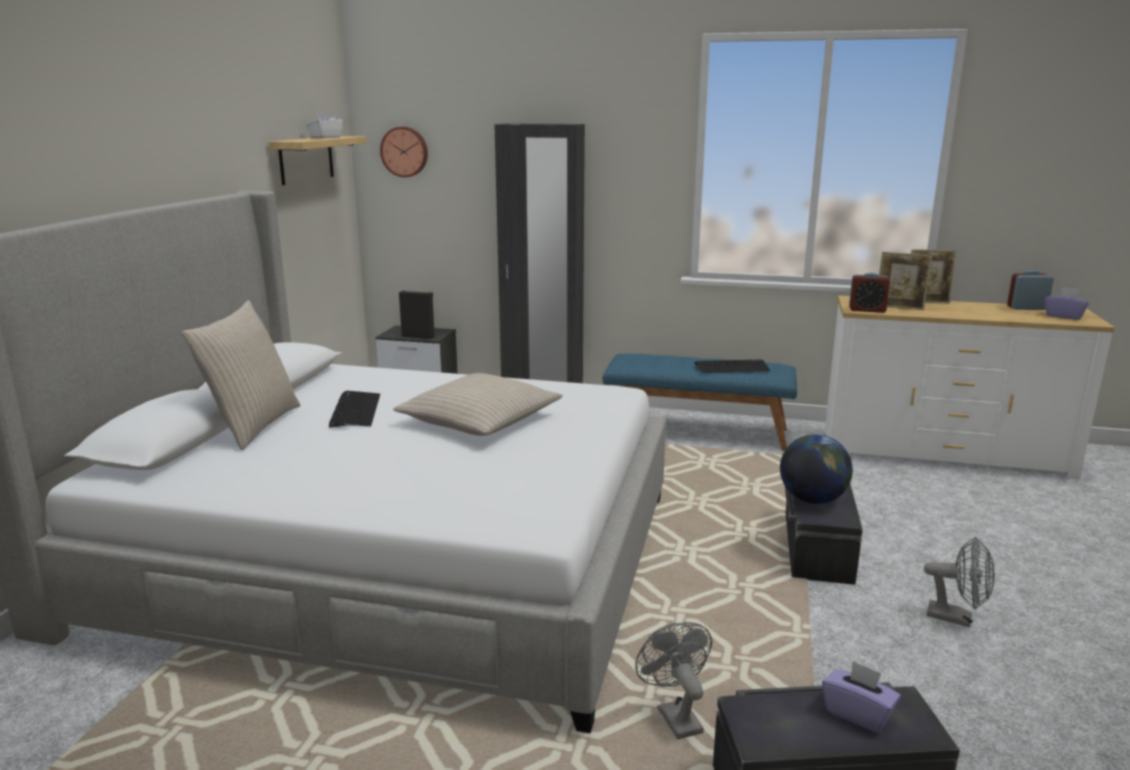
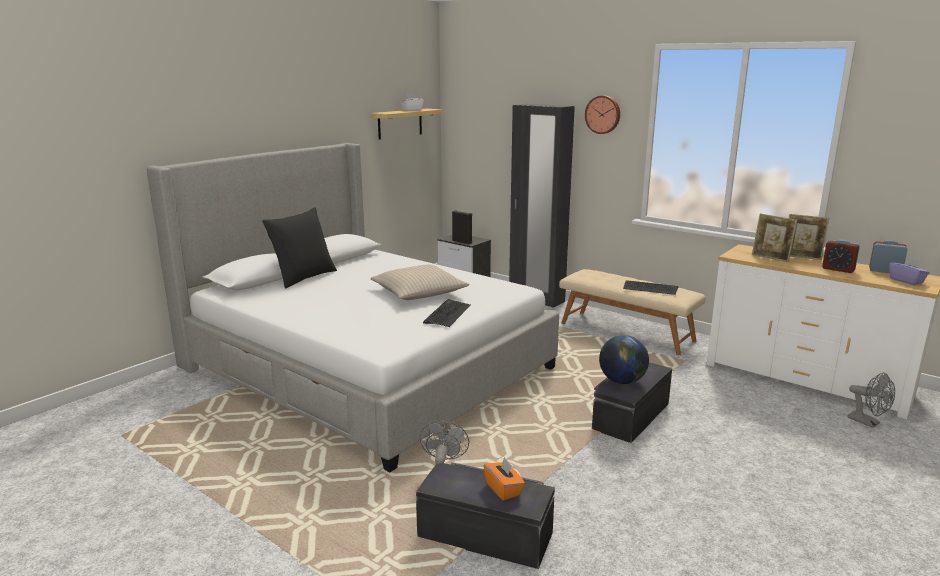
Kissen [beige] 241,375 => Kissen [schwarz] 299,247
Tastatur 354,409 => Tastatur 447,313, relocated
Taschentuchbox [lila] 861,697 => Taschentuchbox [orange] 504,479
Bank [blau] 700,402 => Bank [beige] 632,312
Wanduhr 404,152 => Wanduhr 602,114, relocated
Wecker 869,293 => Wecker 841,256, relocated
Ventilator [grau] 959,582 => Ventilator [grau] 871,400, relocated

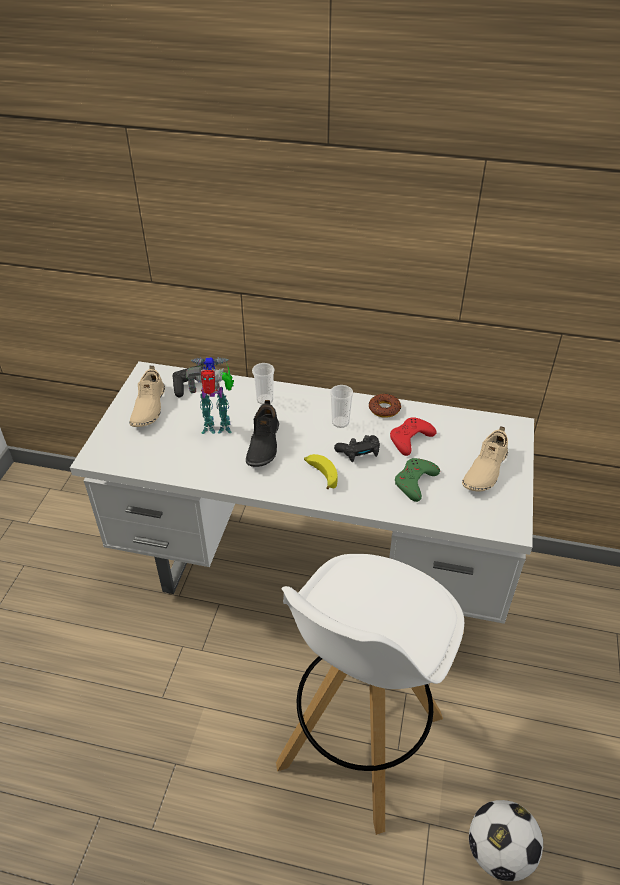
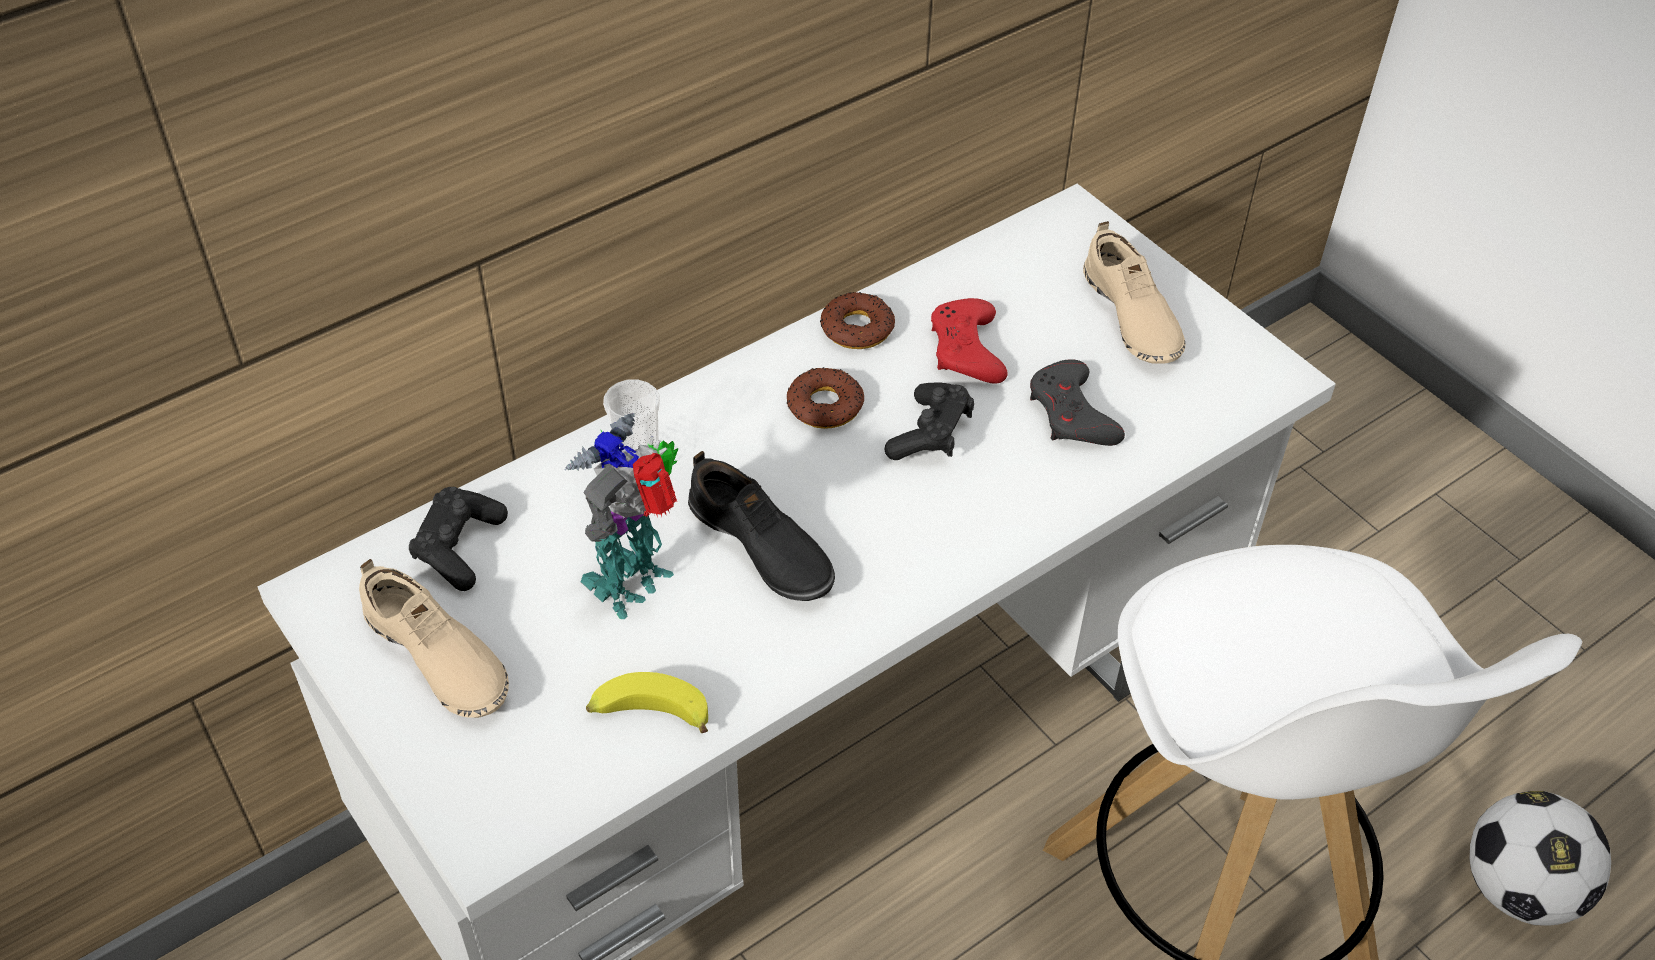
Banane 321,471 => Banane 647,702, relocated
Tasse 341,406 => Donut 825,398
Gamepad [grün] 417,480 => Gamepad [grau] 1077,402

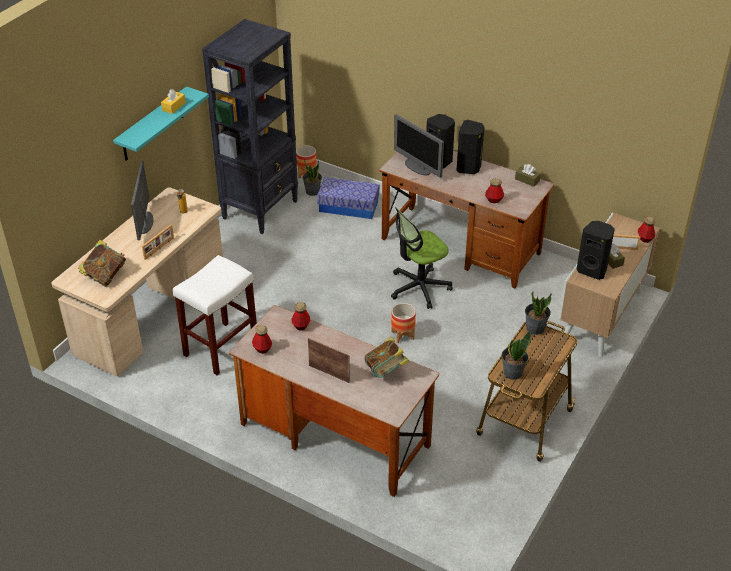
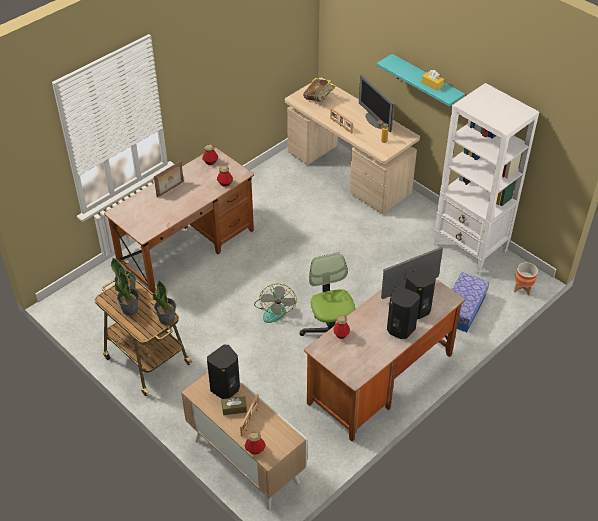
Topfpflanze 312,178 => Topfpflanze 127,293, relocated
Pflanzkübel 403,323 => Ventilator 275,303
Monitor 142,201 => Monitor 376,103, 135 degrees counterclockwise
Bücherregal [schwarz] 250,126 => Bücherregal [weiß] 486,179
Hocker [weiß] 215,315 => nothing
Buch 387,357 => nothing
Taschentuchbox [braun] 528,175 => nothing

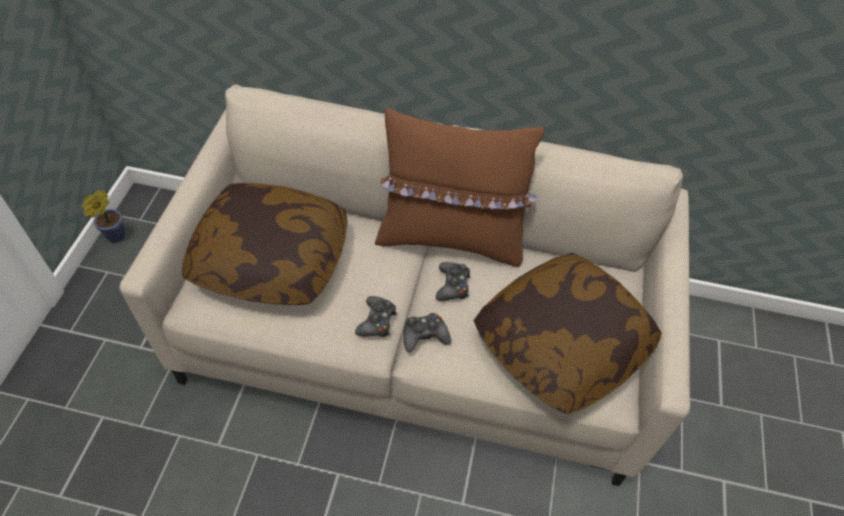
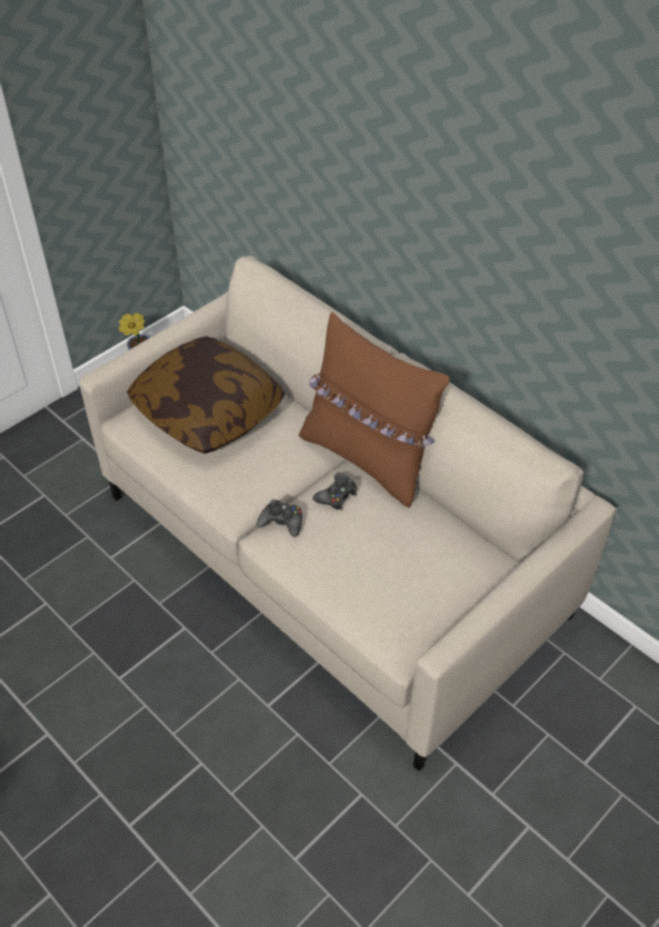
Gamepad [schwarz] 376,316 => nothing
Kissen 567,333 => nothing

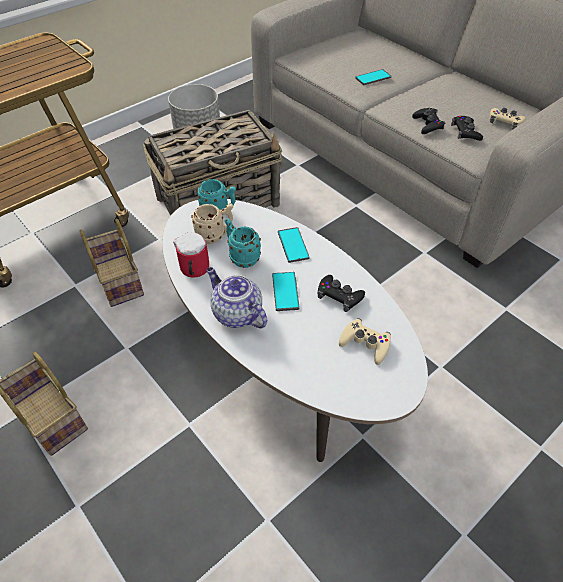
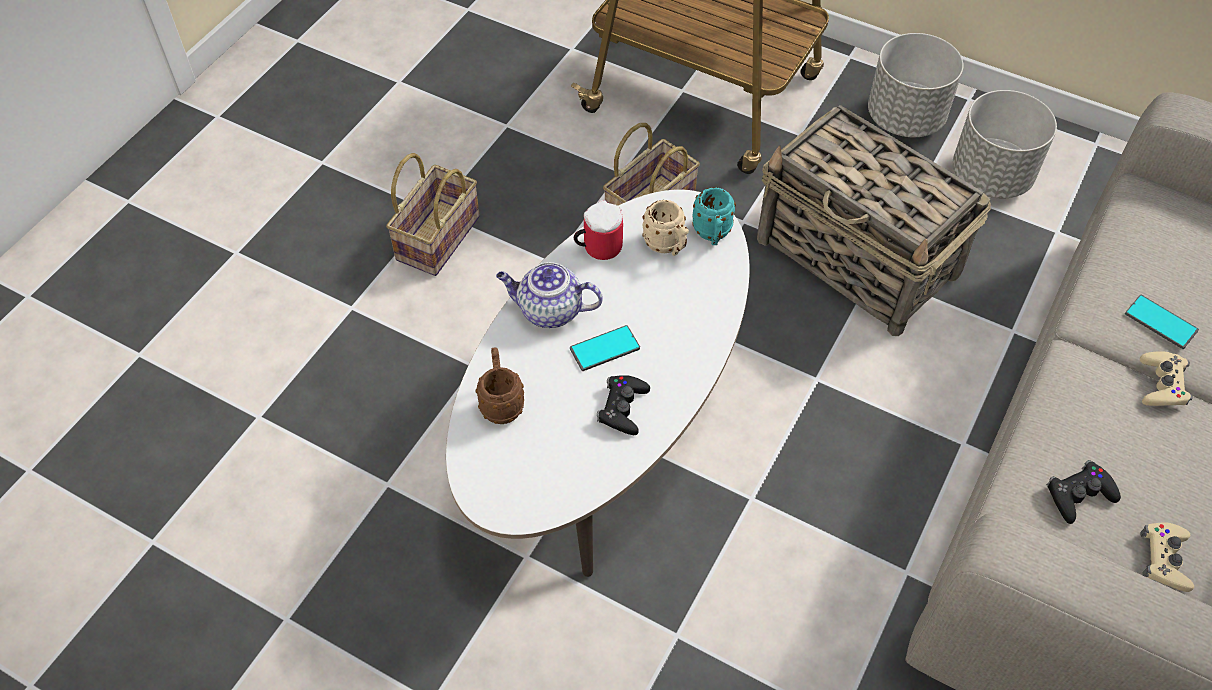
nothing => Henkelbecher [braun] 500,386
Teekanne 236,297 => Teekanne 549,295, 105 degrees counterclockwise
nothing => Pflanzkübel [grau] 916,85
Gamepad [beige] 365,341 => Gamepad [beige] 1166,378, relocated
Henkelbecher [türkis] 243,243 => nothing
Handy 294,245 => nothing
Gamepad [schwarz] 428,121 => nothing

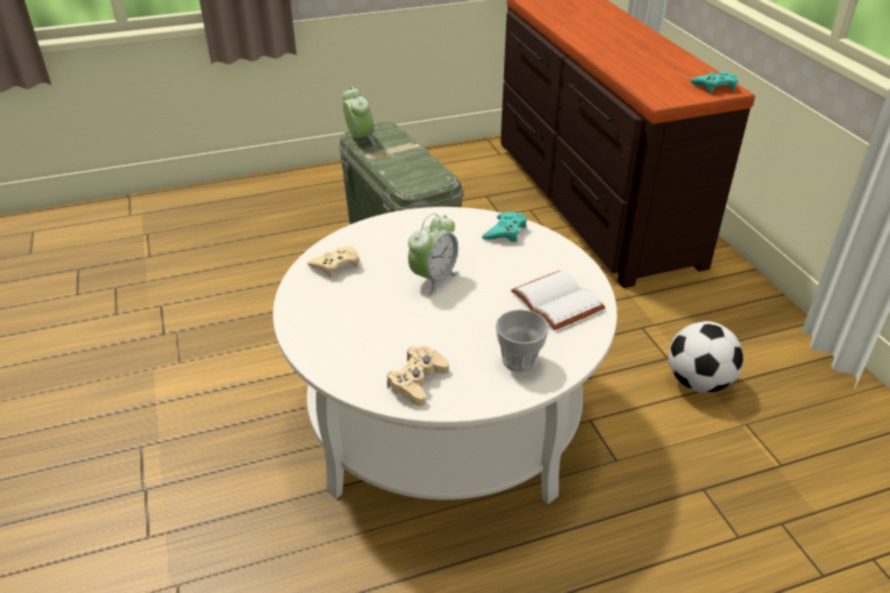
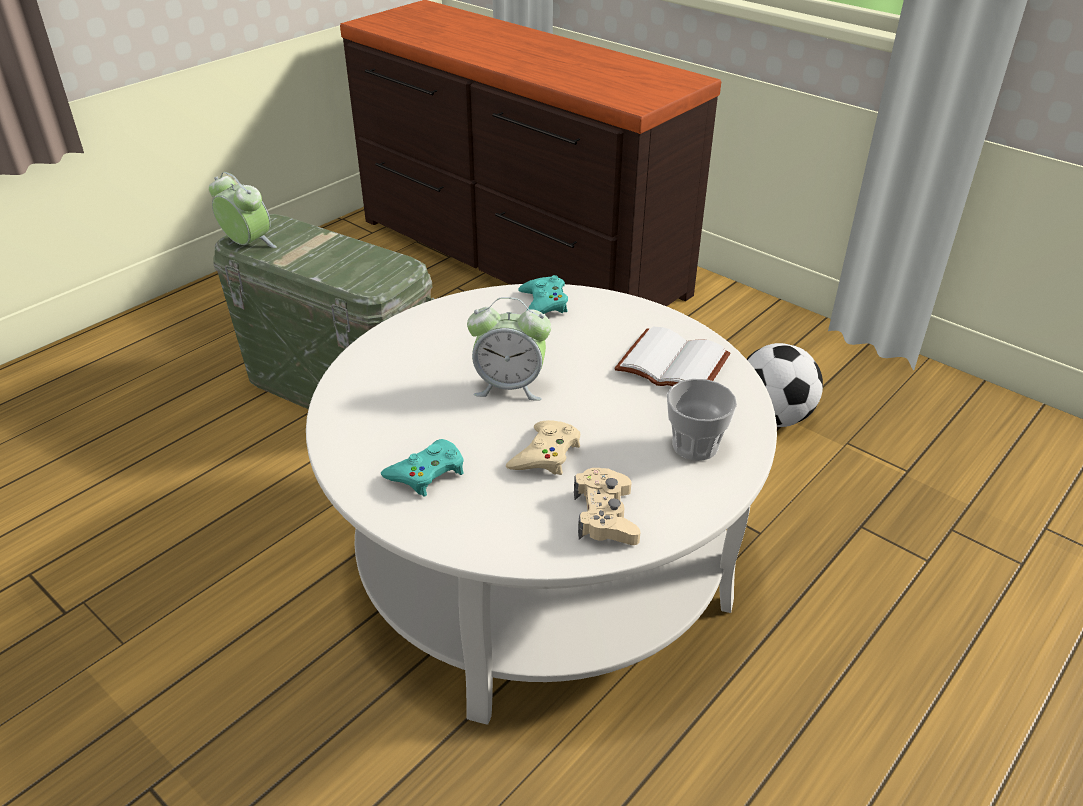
Gamepad [türkis] 714,82 => Gamepad [türkis] 422,468, relocated
Wecker 433,254 => Wecker 509,349, 90 degrees clockwise
Gamepad [beige] 333,262 => Gamepad [beige] 543,447, relocated

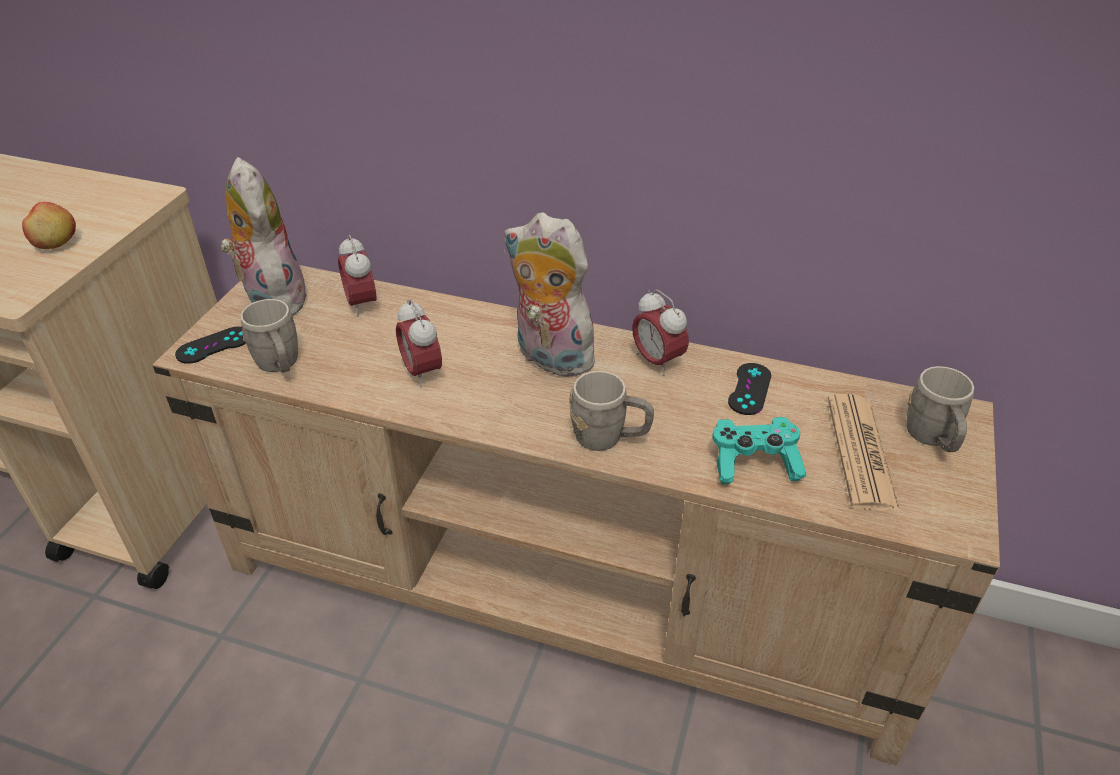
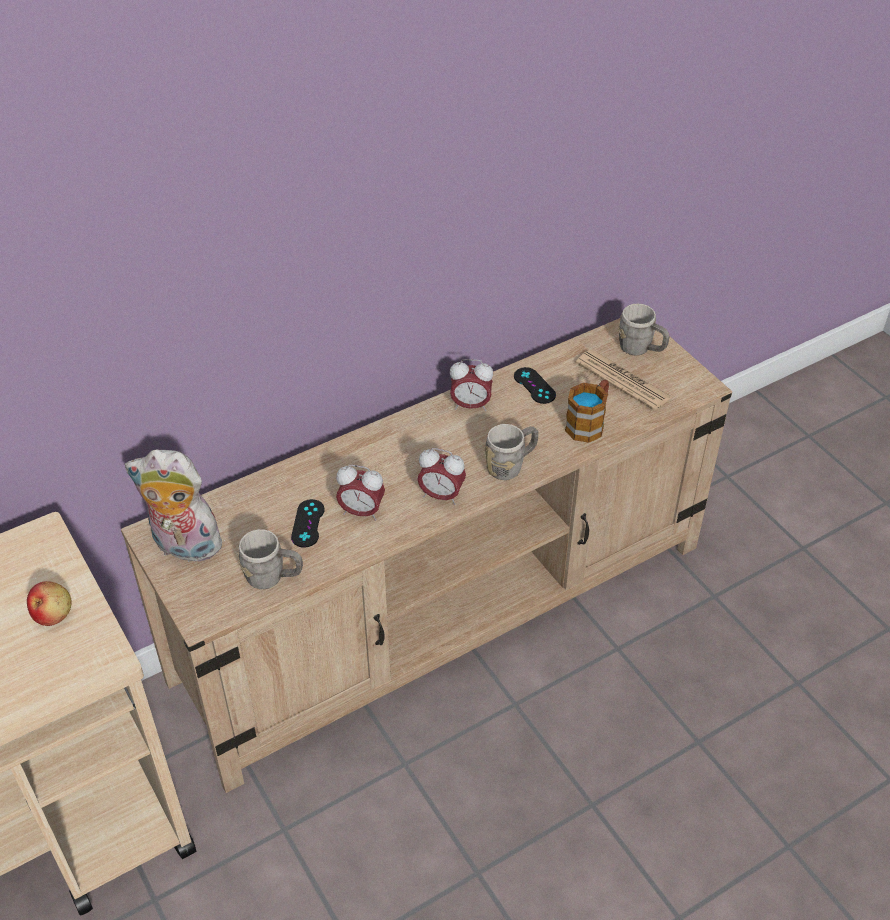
Gamepad [schwarz] 210,345 => Gamepad [schwarz] 308,523, relocated
Wecker 357,276 => Wecker 441,476, relocated
Gamepad [türkis] 759,450 => Henkelbecher 587,411
Plüschtier 553,295 => nothing

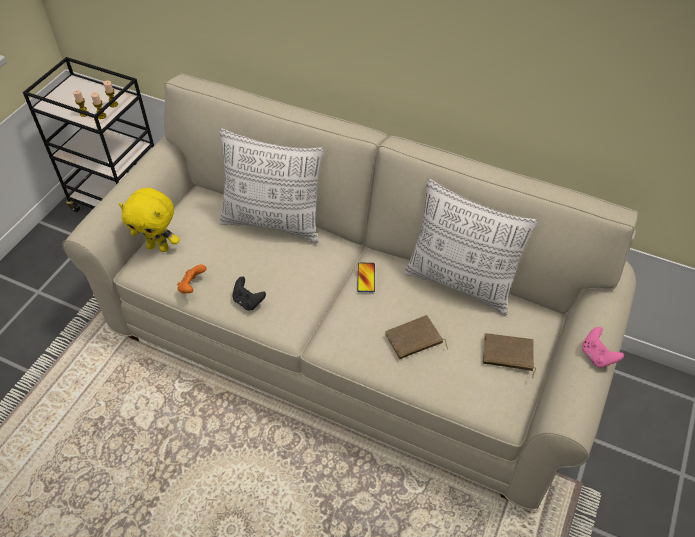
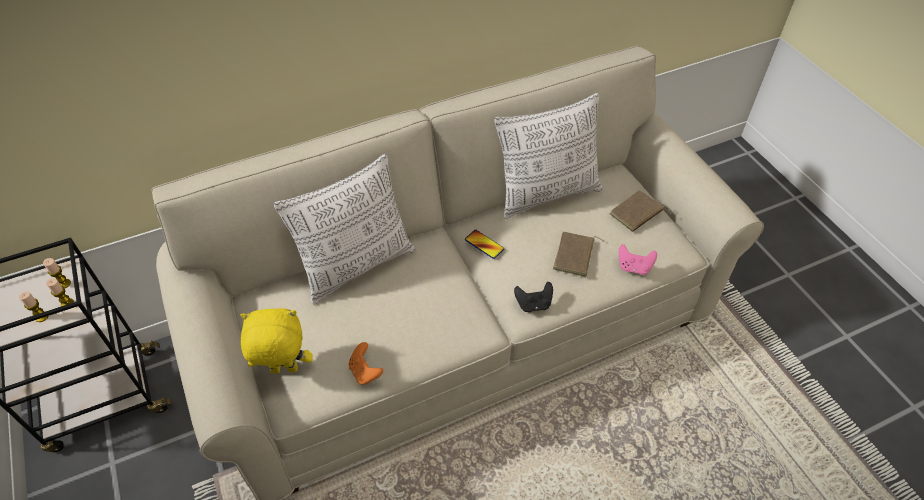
Plüschtier [gelb] 149,220 => Plüschtier [gelb] 276,341, 150 degrees counterclockwise
Gamepad [schwarz] 249,293 => Gamepad [schwarz] 533,297, relocated
Gamepad [rosa] 603,347 => Gamepad [rosa] 638,259, relocated

